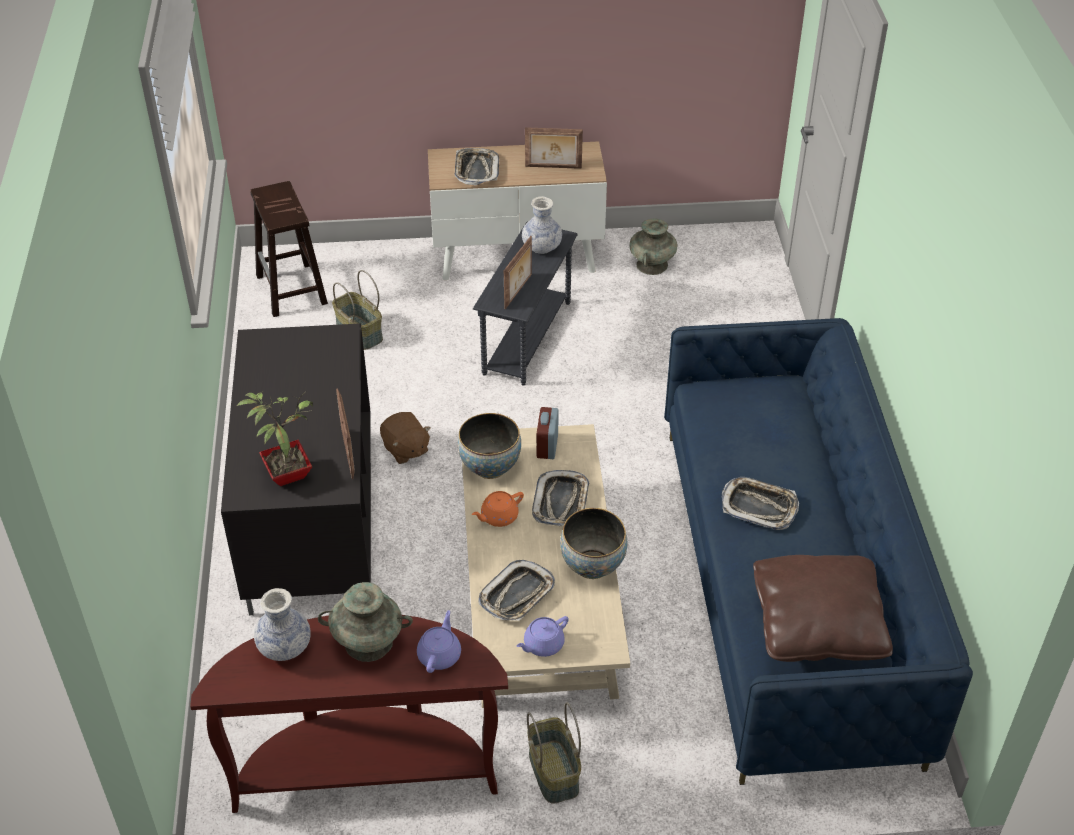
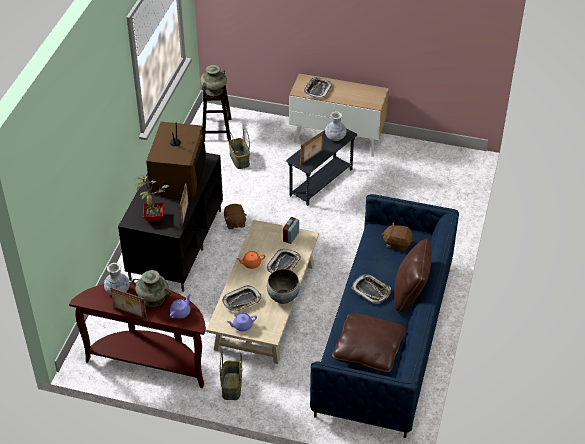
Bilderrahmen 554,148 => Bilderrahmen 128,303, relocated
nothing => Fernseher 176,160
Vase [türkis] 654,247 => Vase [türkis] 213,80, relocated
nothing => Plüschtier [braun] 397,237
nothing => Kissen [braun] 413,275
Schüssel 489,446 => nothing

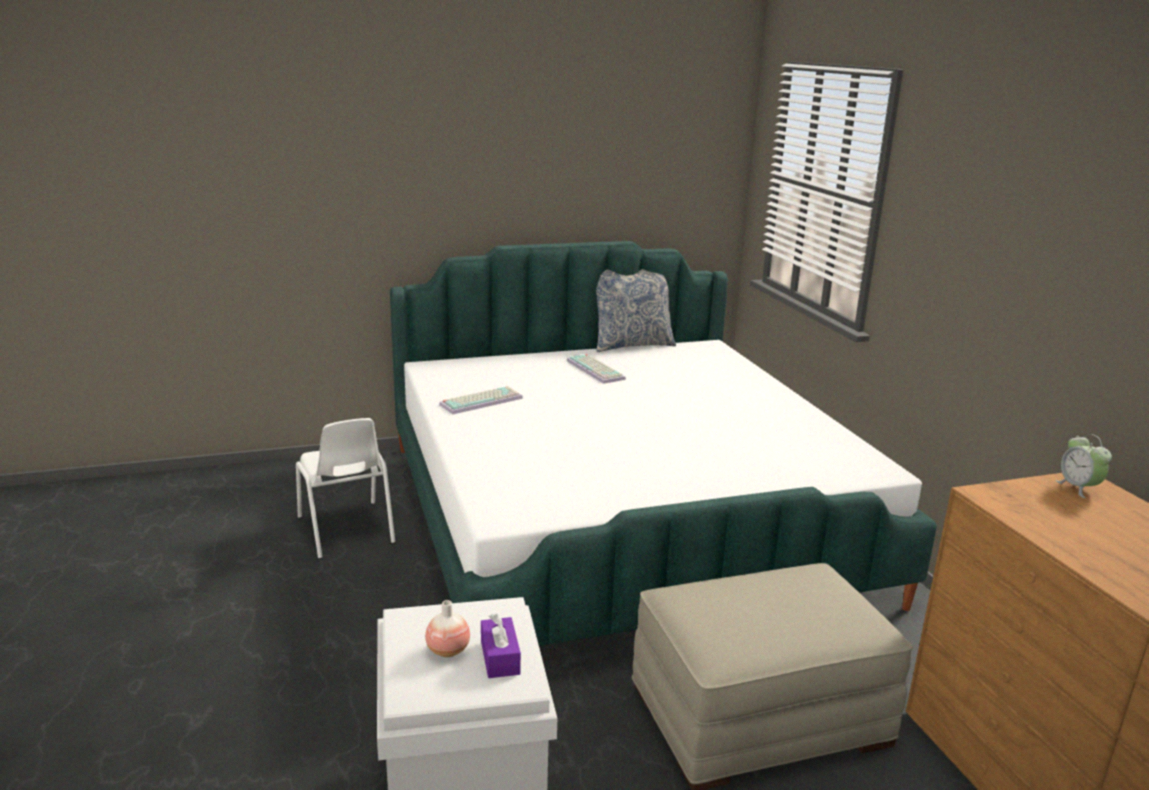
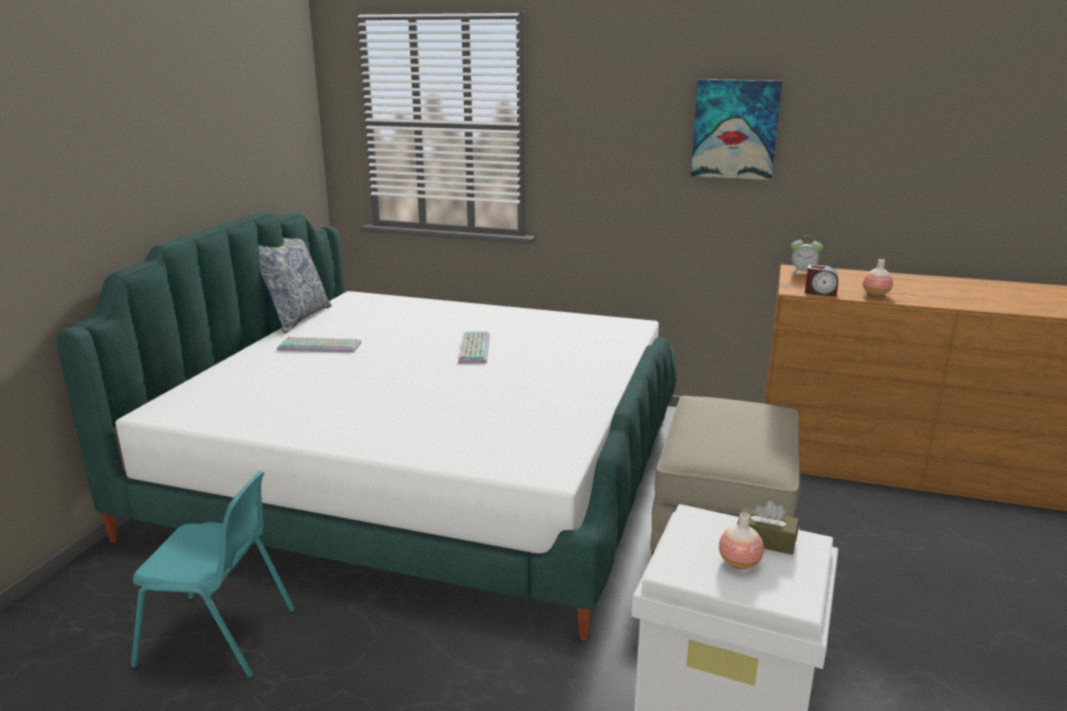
Stuhl [weiß] 345,488 => Stuhl [türkis] 213,574
Tastatur 481,400 => Tastatur 474,347, relocated
nothing => Bild 736,129
Taschentuchbox [lila] 501,646 => Taschentuchbox [braun] 768,528
nothing => Wecker 821,280
nothing => Vase 878,277

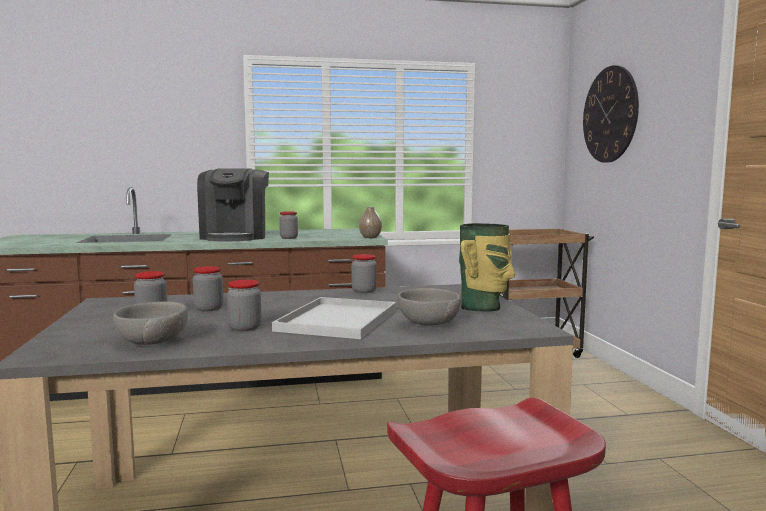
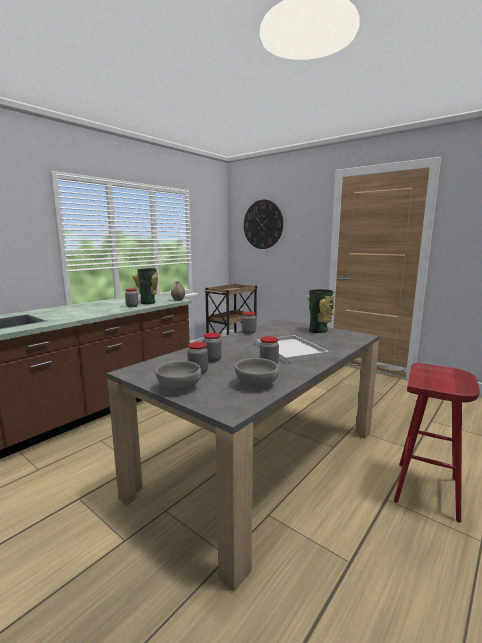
nothing => Vase 145,286
Schüssel [grau] 429,307 => Schüssel [grau] 178,376, relocated
Kaffeemaschine 233,205 => nothing

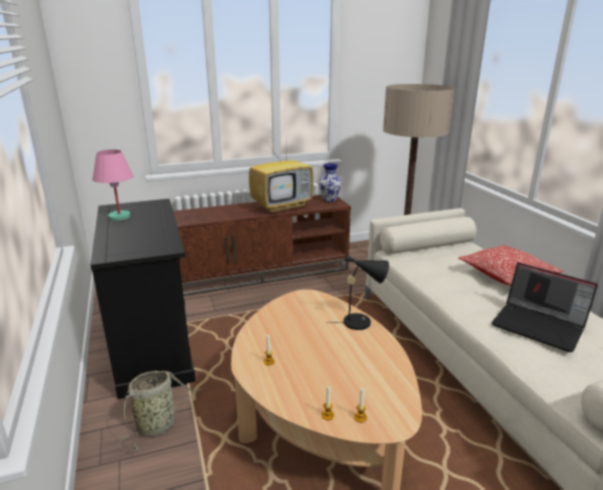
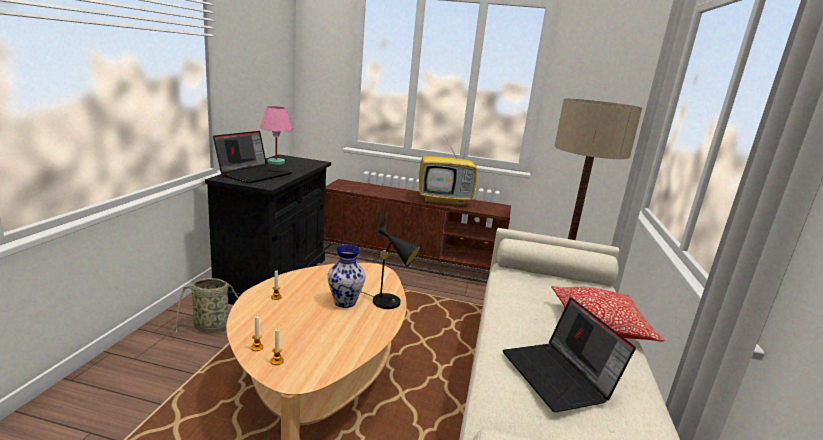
nothing => Laptop 252,157
Vase 330,182 => Vase 347,276, relocated

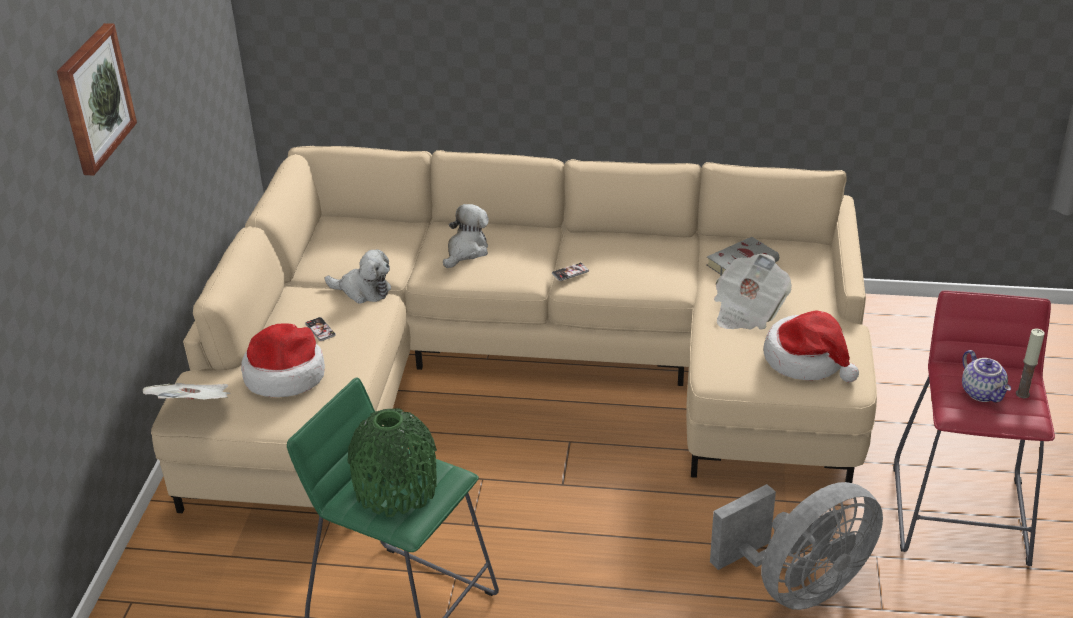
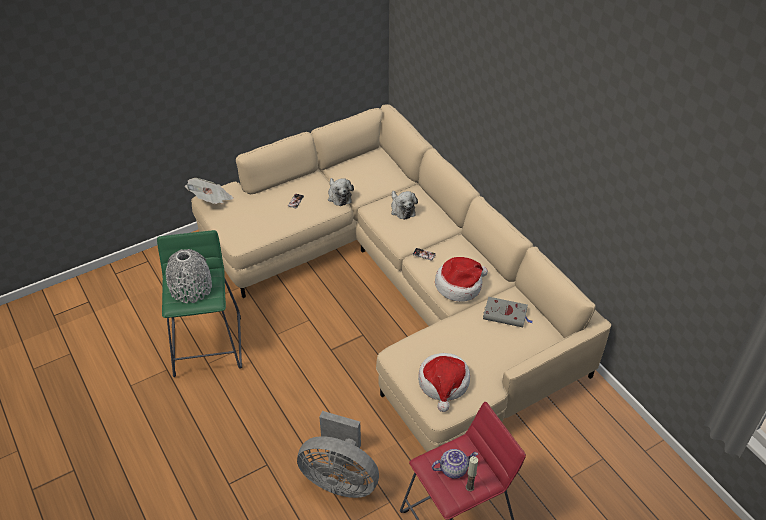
Vase [grün] 392,462 => Vase [grau] 189,276
Plüschtier 466,236 => Plüschtier 404,205, 75 degrees clockwise
Teekanne 986,376 => Teekanne 455,464, 135 degrees counterclockwise
Hut 283,360 => Hut 461,279, relocated
Bild 97,99 => nothing
Zeitung 753,292 => nothing

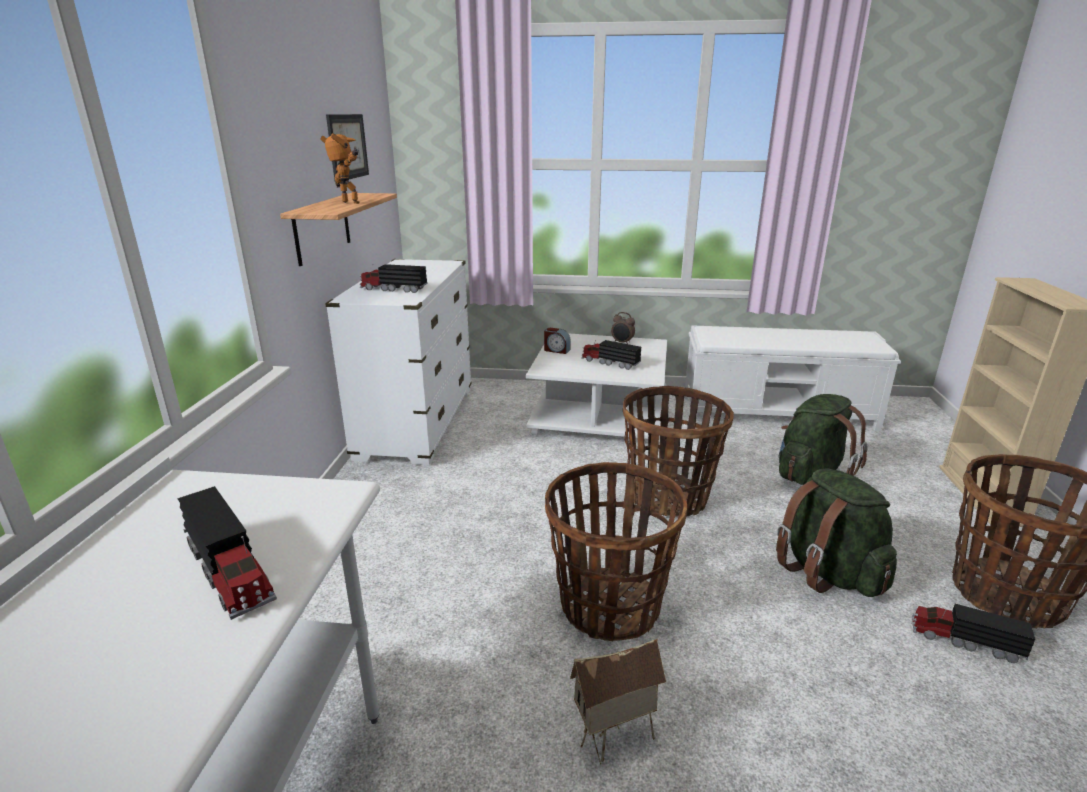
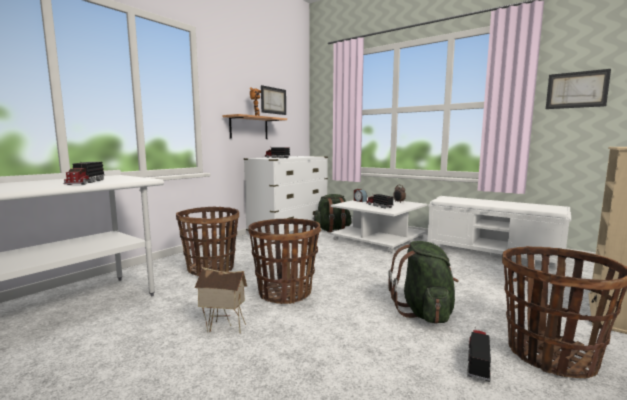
Korb 678,451 => Korb 207,241, relocated
Rucksack [grün] 823,439 => Rucksack [grün] 332,213, relocated
Spielzeuglaster 973,633 => Spielzeuglaster 479,354, 60 degrees clockwise
nothing => Bild 578,89

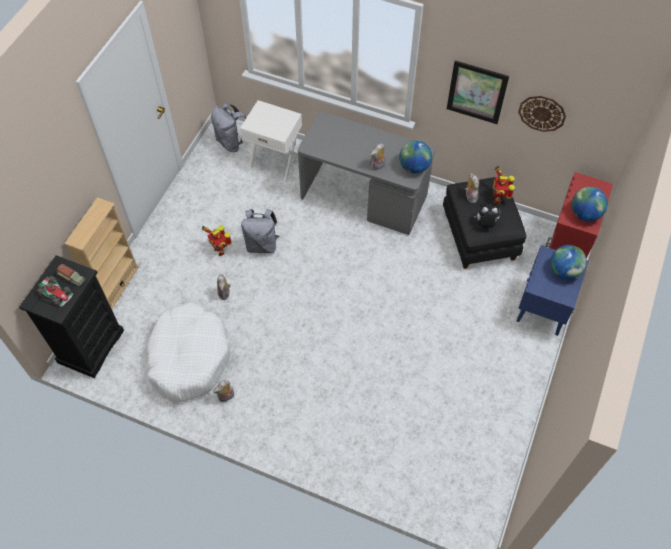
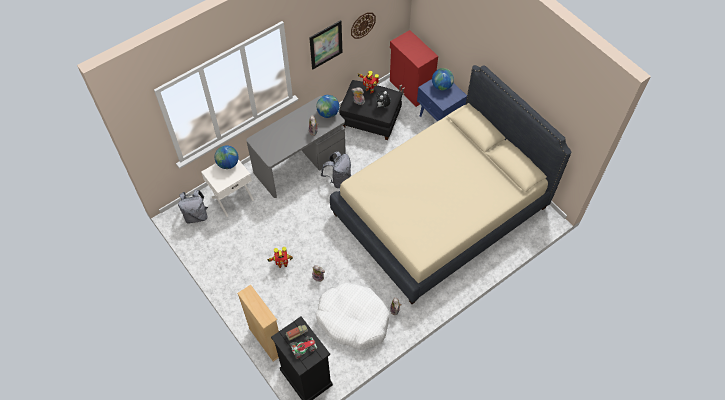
Globus 590,204 => Globus 227,157, relocated
Rucksack [grau] 260,231 => Rucksack [grau] 336,169, relocated
nothing => Bett [beige] 450,184

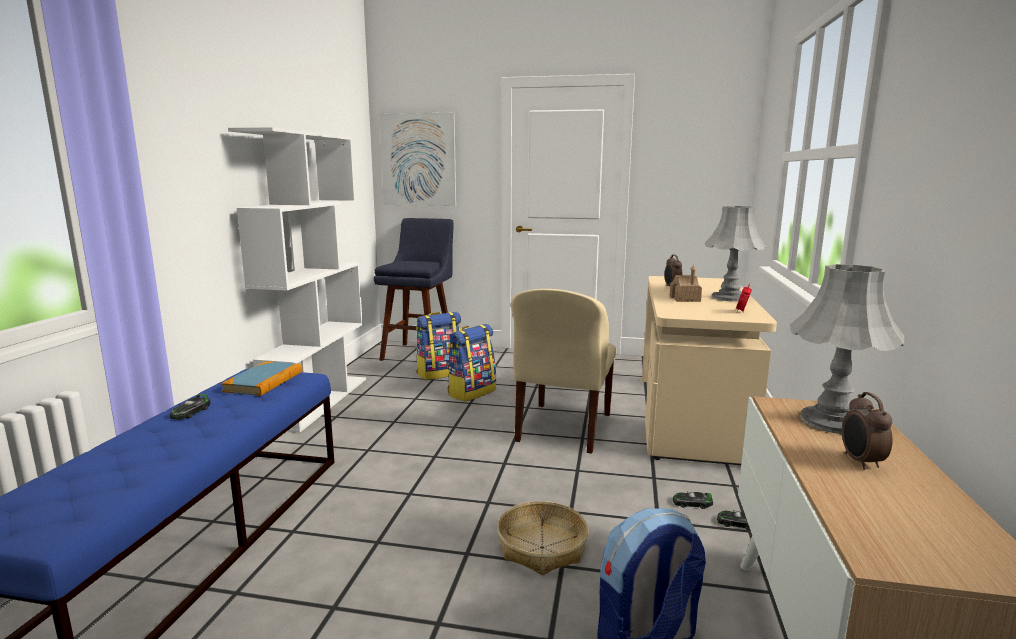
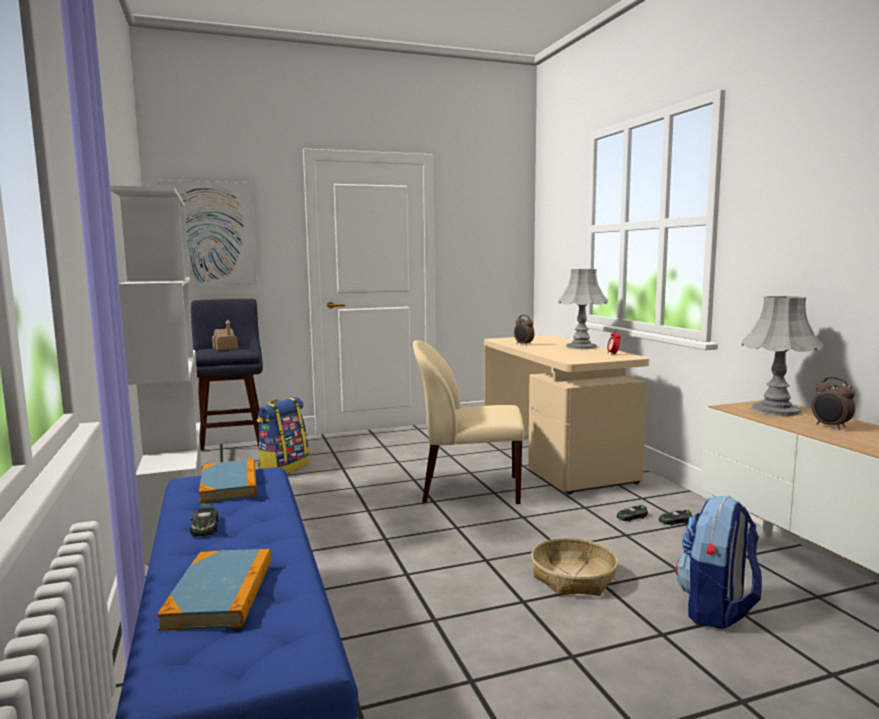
nothing => Buch 214,590
Spielzeughaus 686,283 => Spielzeughaus 225,335, relocated
Stuhl [beige] 563,371 => Stuhl [beige] 468,422, 105 degrees clockwise
Rucksack 472,363 => nothing

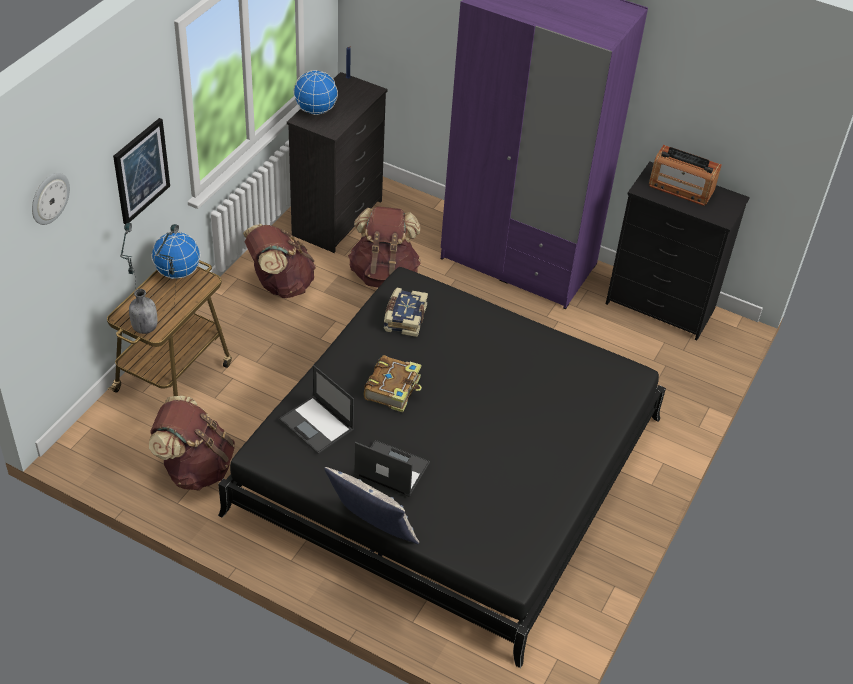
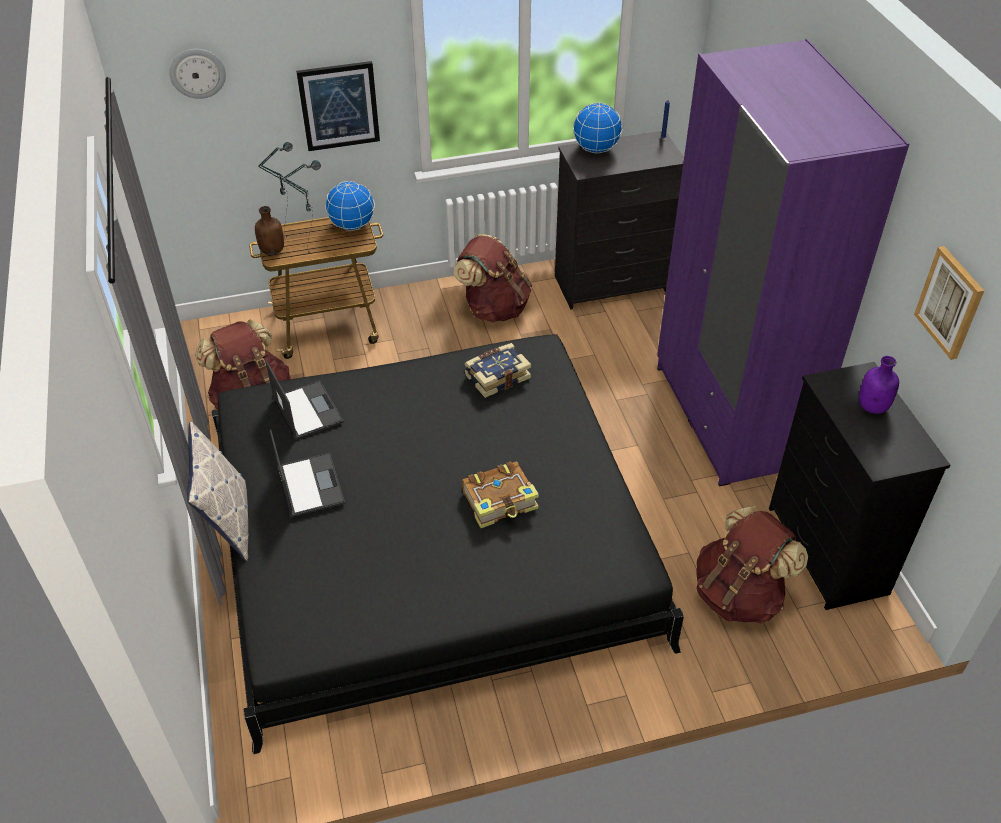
Flasche [grau] 143,311 => Flasche [braun] 269,230
Laptop 316,409 => Laptop 305,400, 150 degrees clockwise
Buch 393,384 => Buch 500,494, relocated
Rucksack [braun] 384,247 => Rucksack [braun] 752,564, relocated
Radio 685,175 => Flasche [lila] 879,385
nothing => Bild 949,303

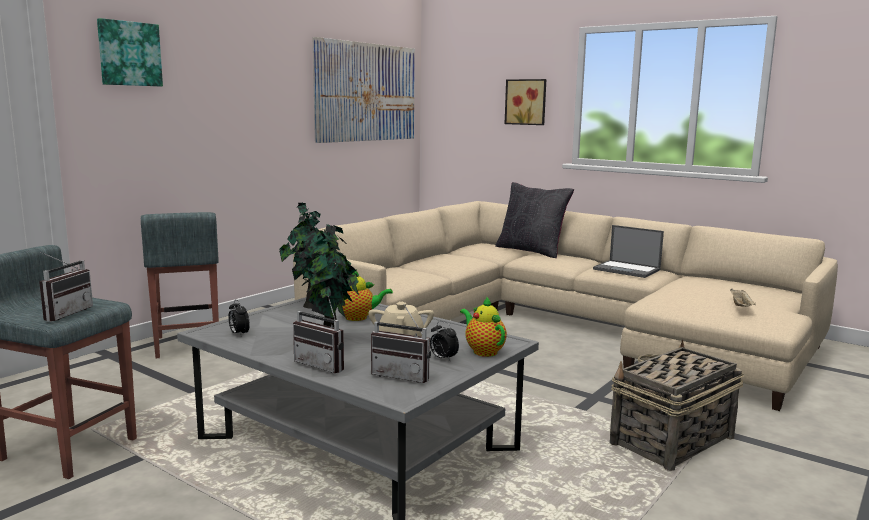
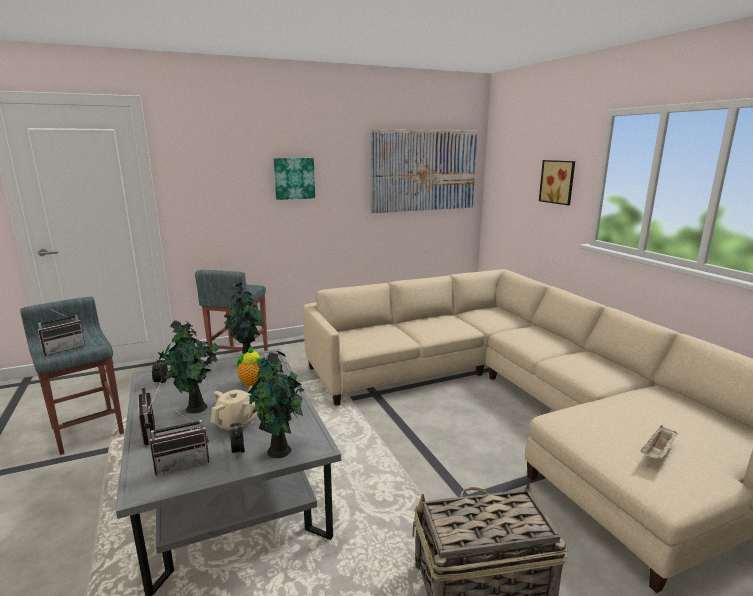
Radio 401,343 => Radio 179,441, 75 degrees counterclockwise
Teekanne 483,326 => Topfpflanze 276,404
Bild 130,52 => Bild 294,179, relocated
Kissen [schwarz] 534,220 => nothing
Laptop 628,251 => nothing

